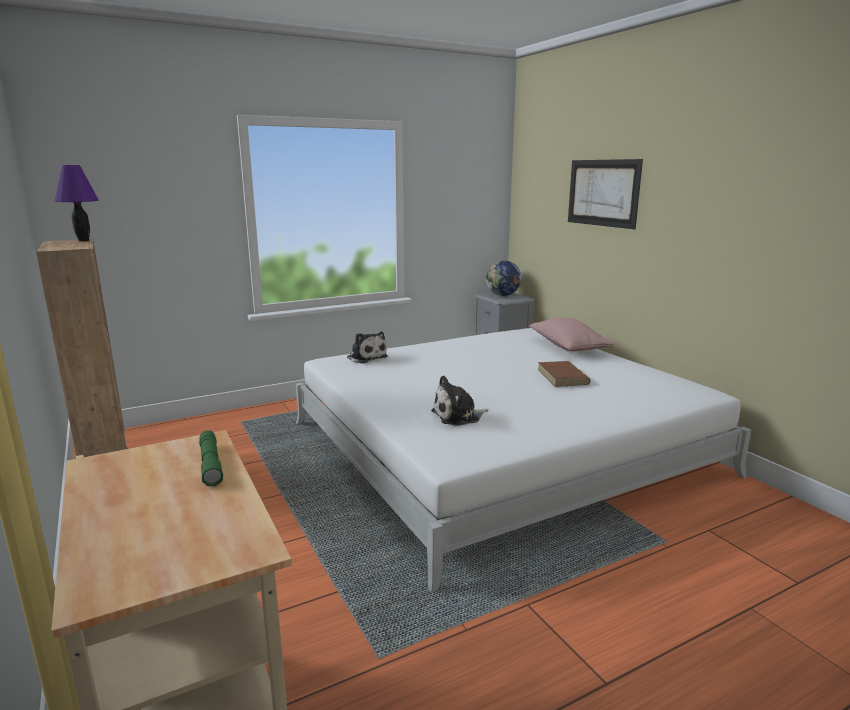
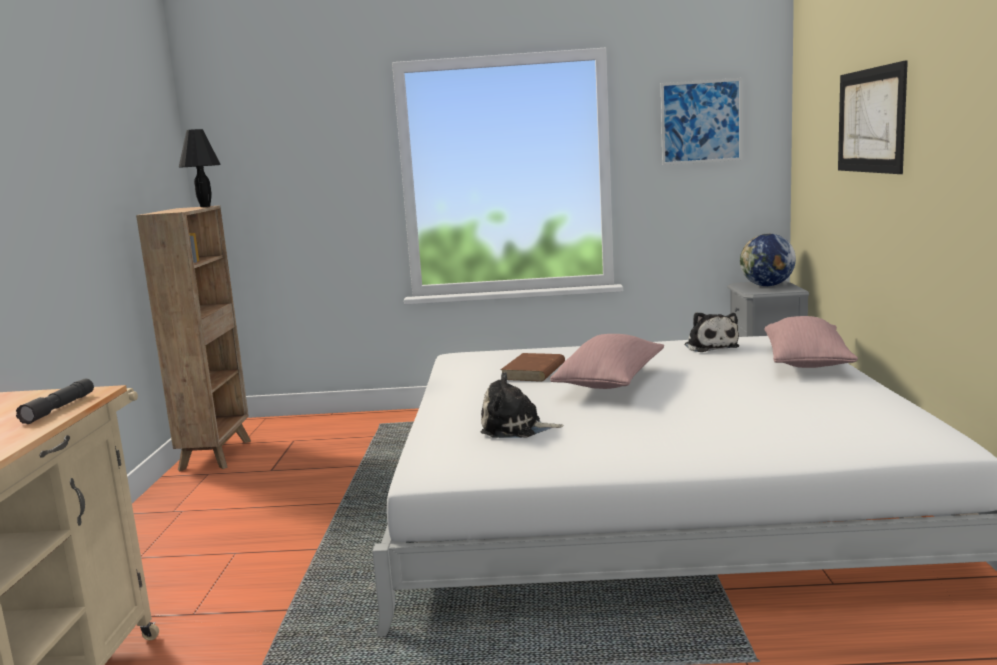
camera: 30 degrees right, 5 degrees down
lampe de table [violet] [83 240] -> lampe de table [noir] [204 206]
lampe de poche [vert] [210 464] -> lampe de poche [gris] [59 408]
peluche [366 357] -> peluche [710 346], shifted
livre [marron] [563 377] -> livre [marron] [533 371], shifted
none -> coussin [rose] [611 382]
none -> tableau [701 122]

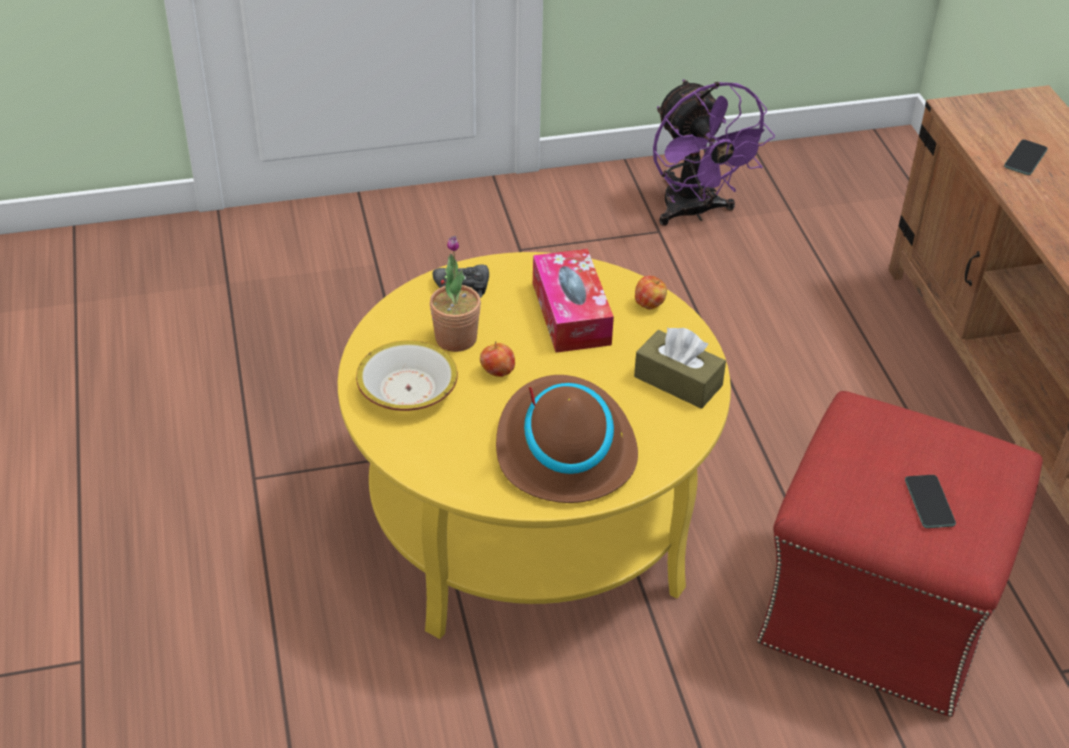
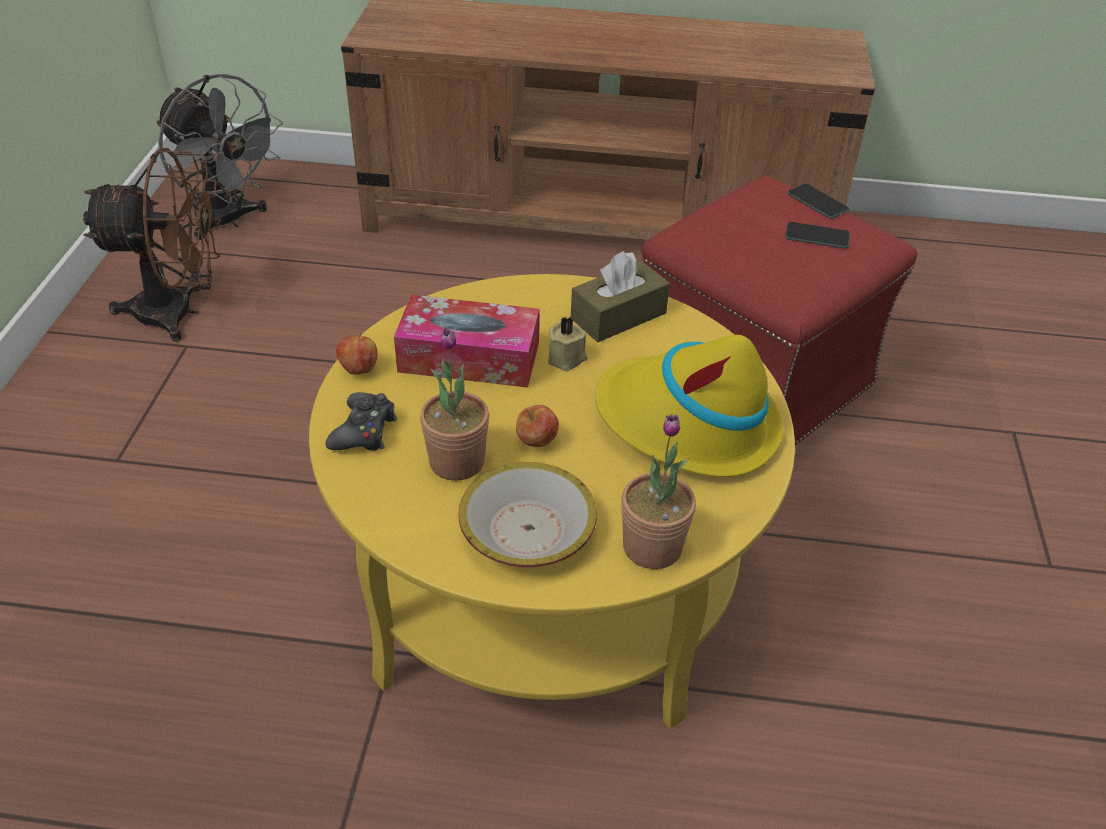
camera: 70 degrees left, 0 degrees up
chapeau [marron] [564 449] -> chapeau [jaune] [687 424]
pomme [649 304] -> pomme [359 369], shifted
ventilateur [violet] [694 212] -> ventilateur [marron] [180 313]
téléphone [1025 158] -> téléphone [817 202], shifted
none -> ventilateur [gris] [228 221]
none -> bougie [beige] [567 359]
none -> plante en pot [652 547]

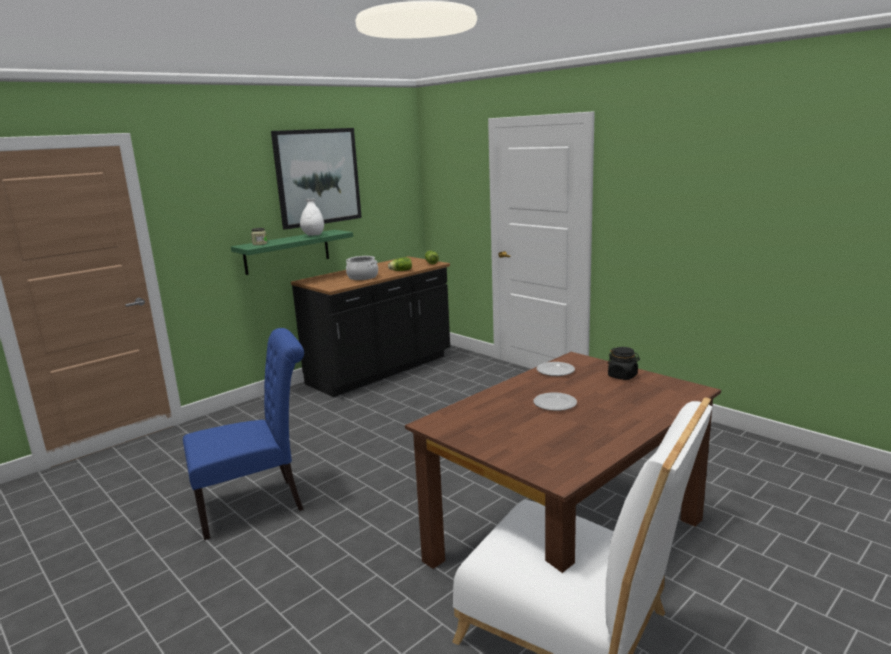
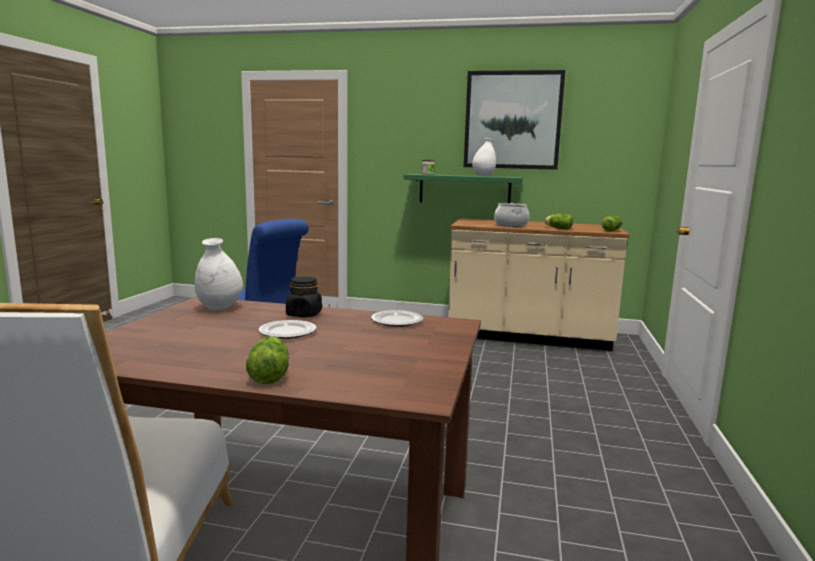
camera: 55 degrees right, 5 degrees down
comptoir de cuisine [noir] [381 371] -> comptoir de cuisine [beige] [528 337]
bocal [noir] [622 376] -> bocal [noir] [304 314], shifted
none -> vase [blanc] [219 308]
none -> laitue [270 374]

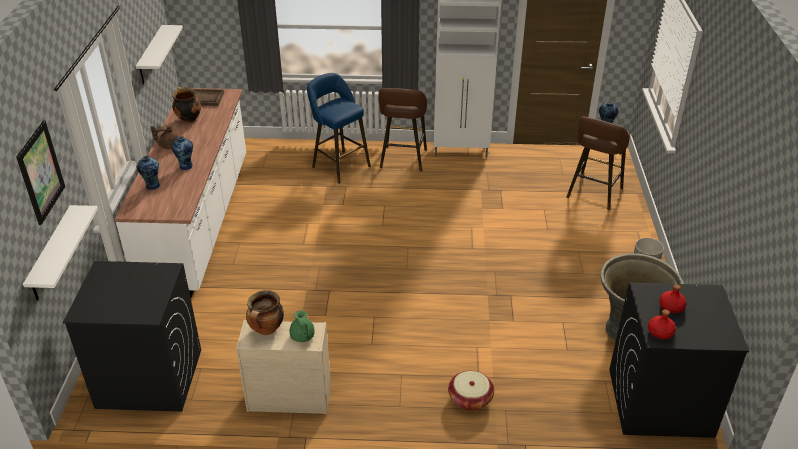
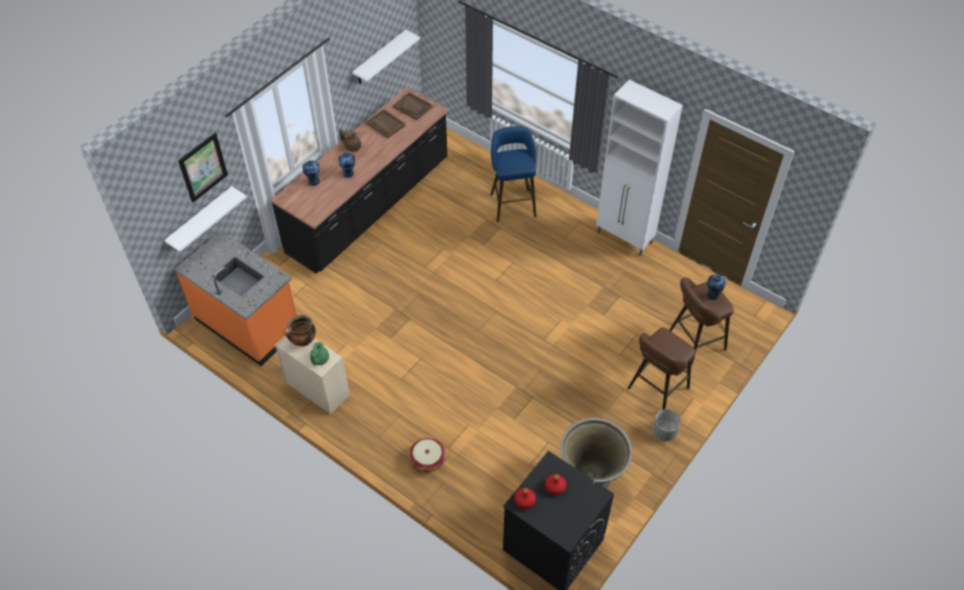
camera: 35 degrees right, 15 degrees up
lave-linge [noir] [149 378] -> comptoir de cuisine [orange] [248 323]
comptoir de cuisine [blanc] [199 221] -> comptoir de cuisine [noir] [369 207]
marmite [188 119] -> plateau [marron] [385 124]
tabouret [marron] [403 160] -> tabouret [marron] [656 390], shifted

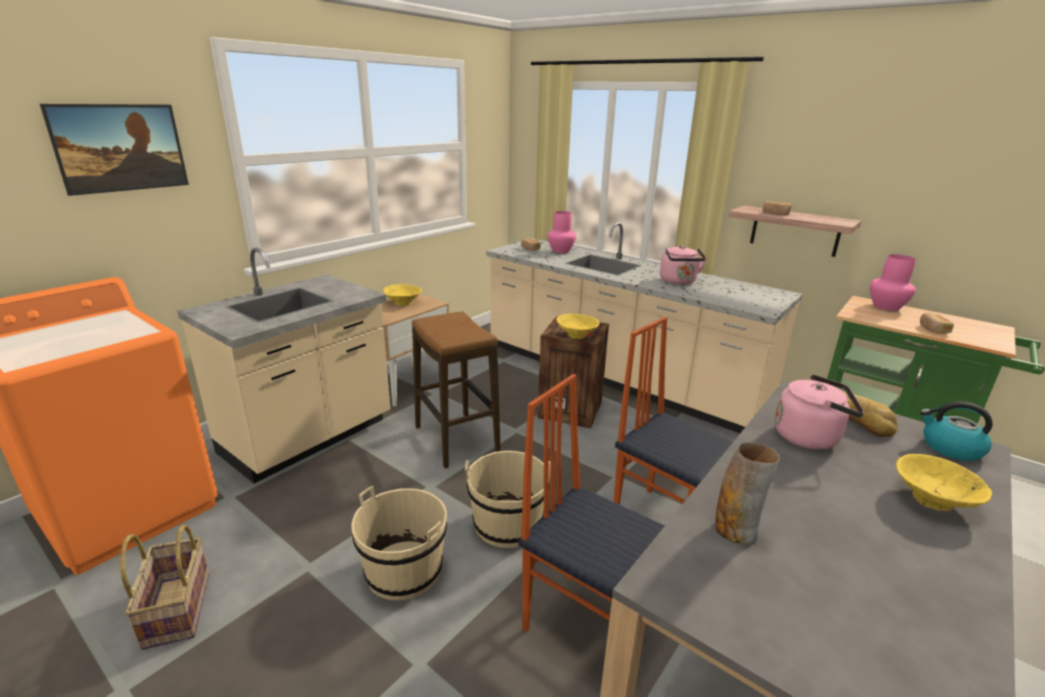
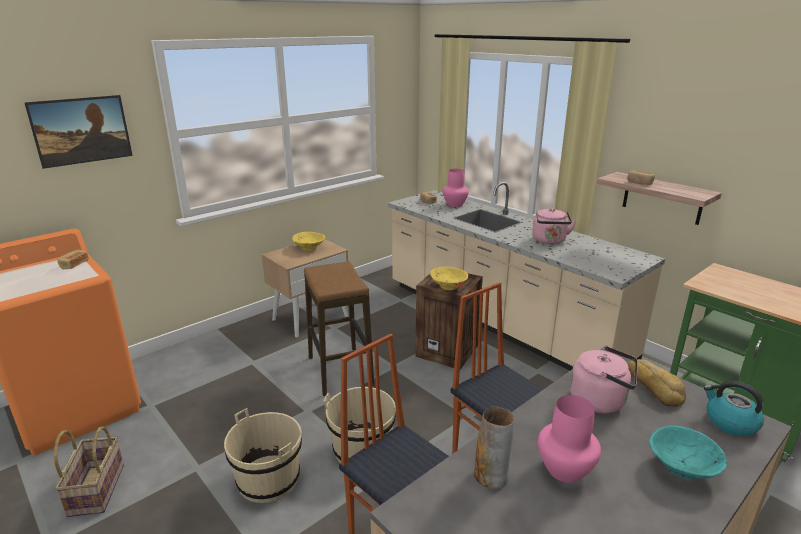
camera: 10 degrees right, 0 degrees up
comptoir de cuisine [beige] [308 438] -> none
vase [rose] [886 307] -> vase [rose] [566 469], shifted
bol [jaune] [933 500] -> bol [turquoise] [682 468]
pain [933 329] -> pain [74 265], shifted

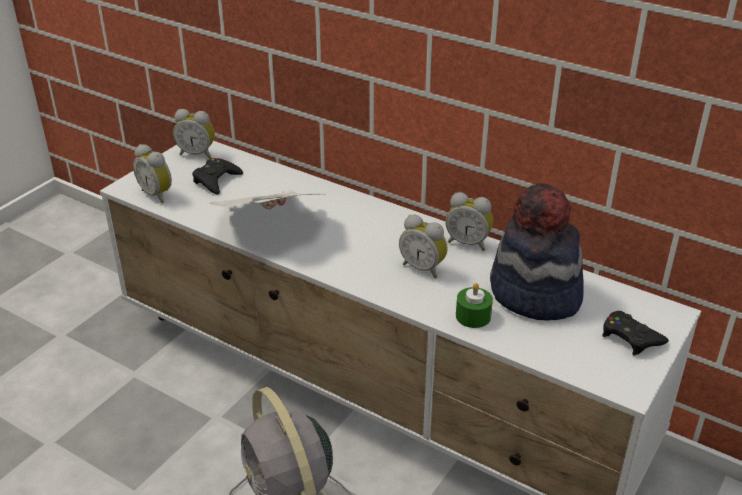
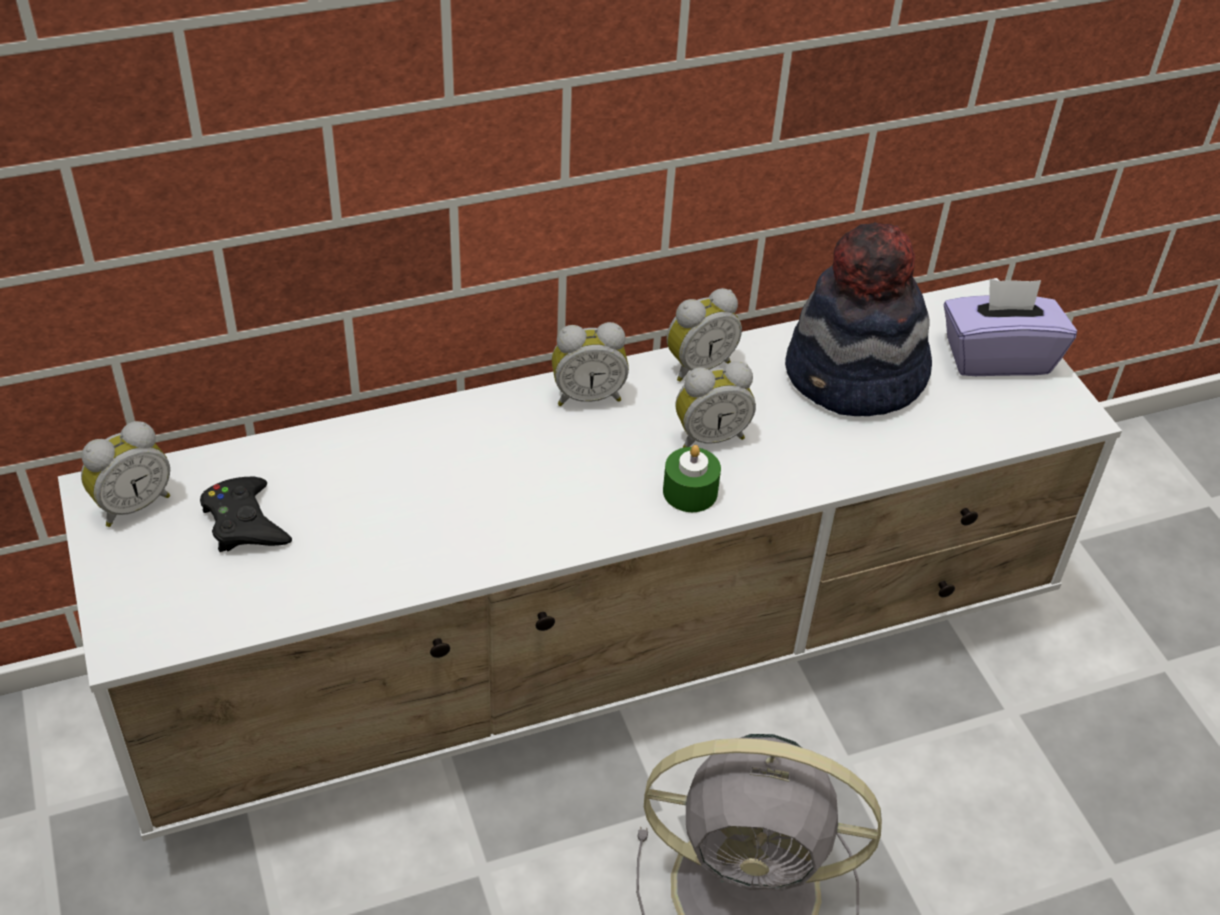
camera: 55 degrees left, 10 degrees up
réveil [158 194] -> réveil [587 395], shifted
journal [271 224] -> none
bougie [vert] [473 316] -> bougie [vert] [690 492], shifted
manette [noir] [630 337] -> boîte à mouchoirs [violet] [997 356]

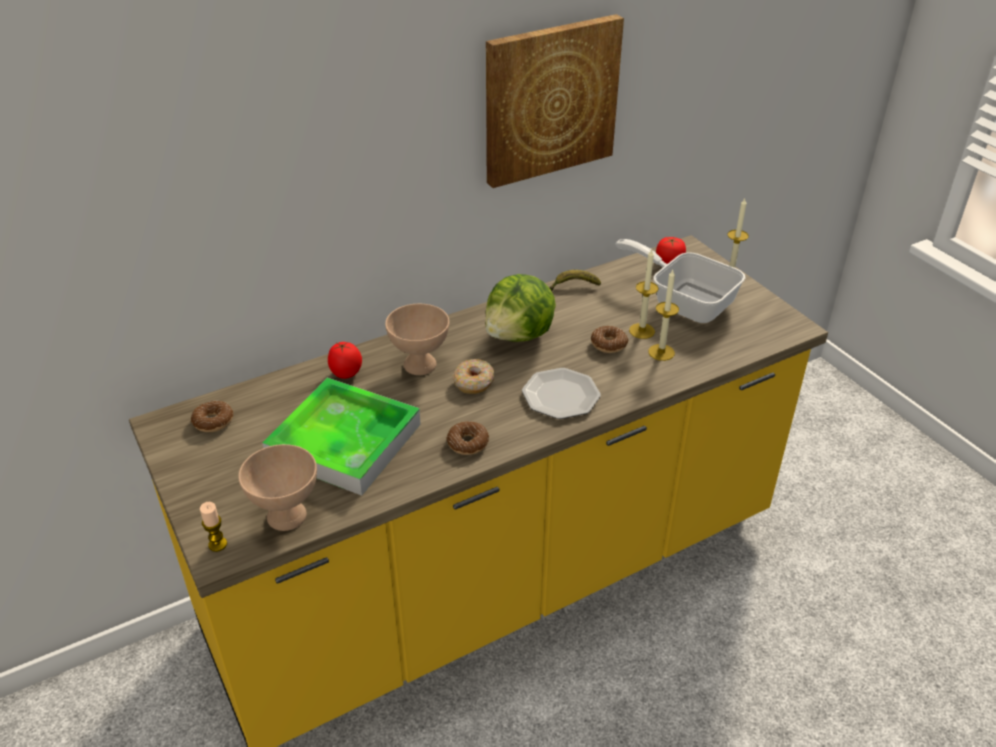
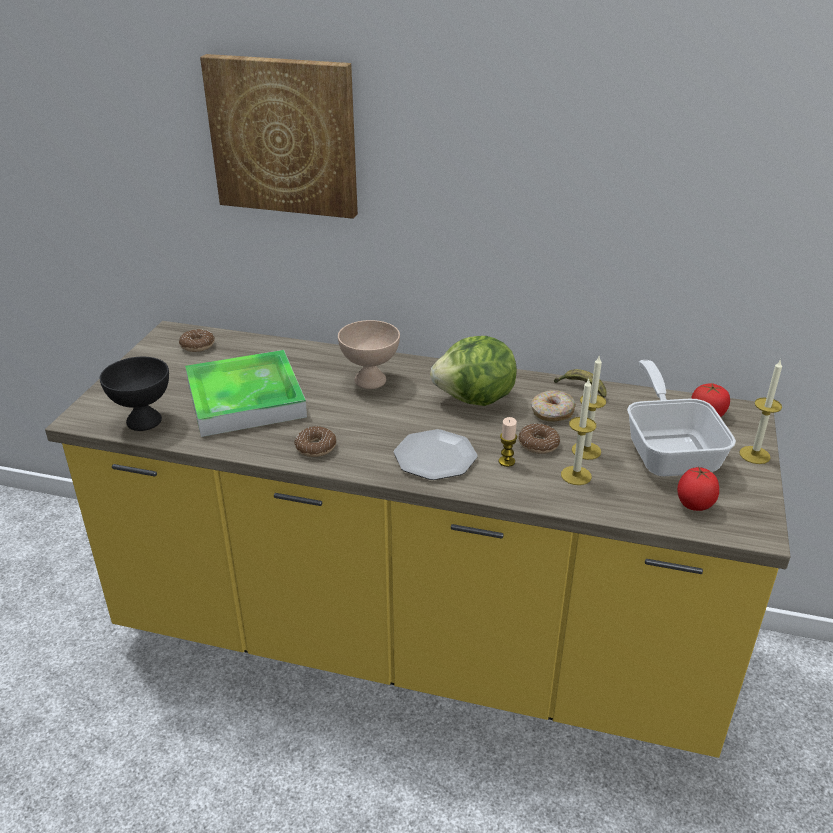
camera: 45 degrees right, 5 degrees down
bougie [217 544] -> bougie [506 461], shifted
bol [beige] [287 515] -> bol [noir] [145 421]
tomate [346 374] -> tomate [693 506], shifted
beignet [474 383] -> beignet [552 413], shifted
tableau [550 100] -> tableau [284 136], shifted

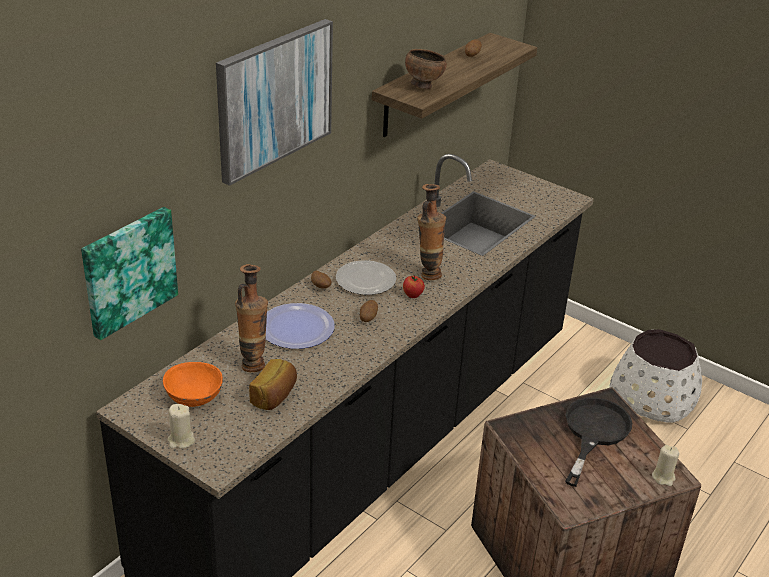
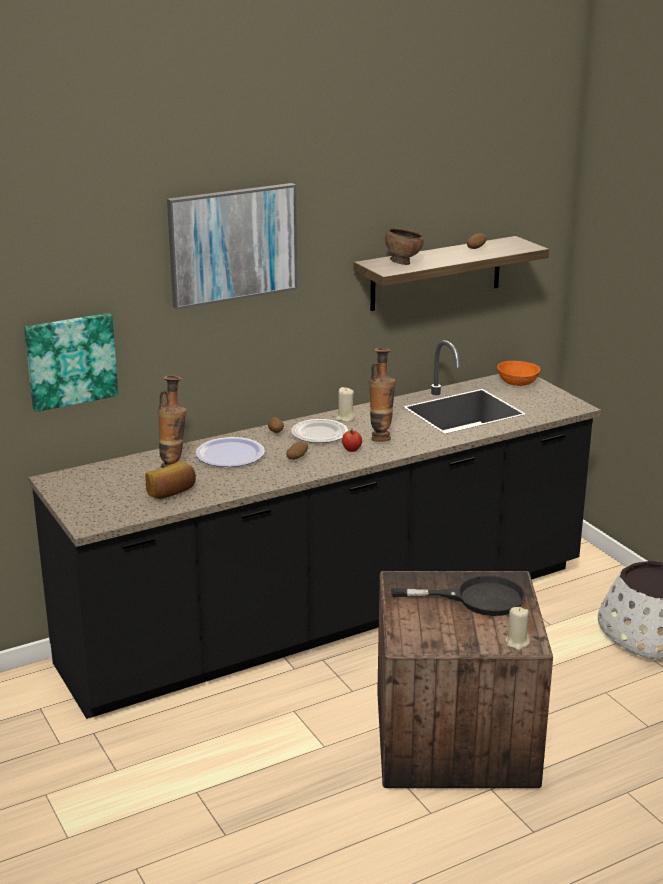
camera: 25 degrees right, 10 degrees down
bol [orange] [193 396] -> bol [orange] [517 383], shifted
bougie [beige] [181 440] -> bougie [beige] [345 418], shifted
poêle [noir] [593 433] -> poêle [noir] [477 598], 45 degrees clockwise

